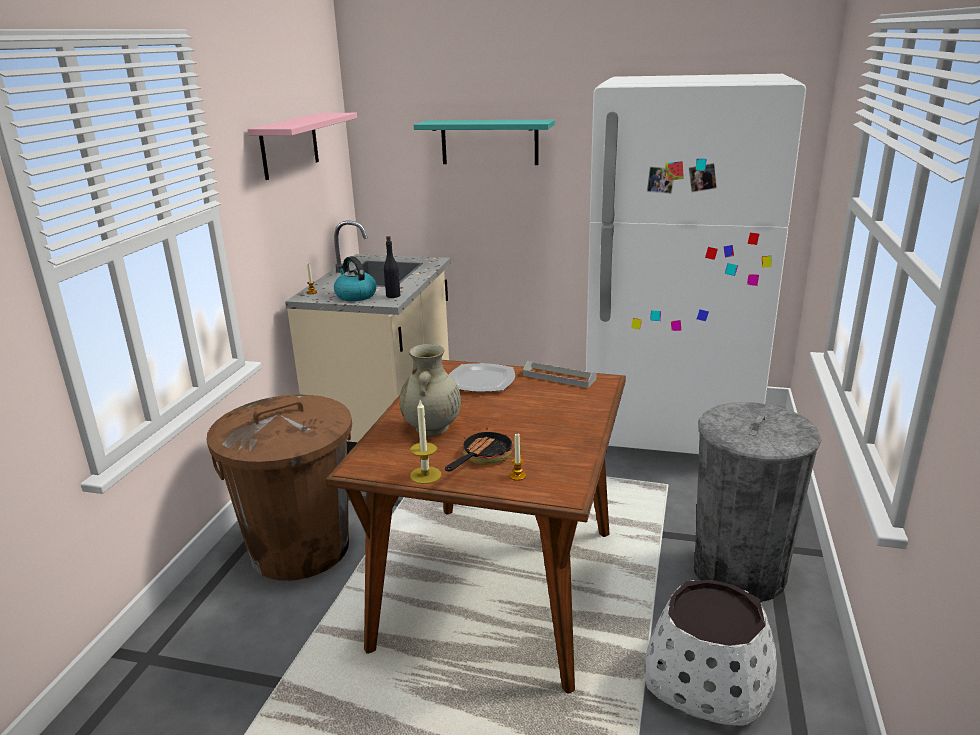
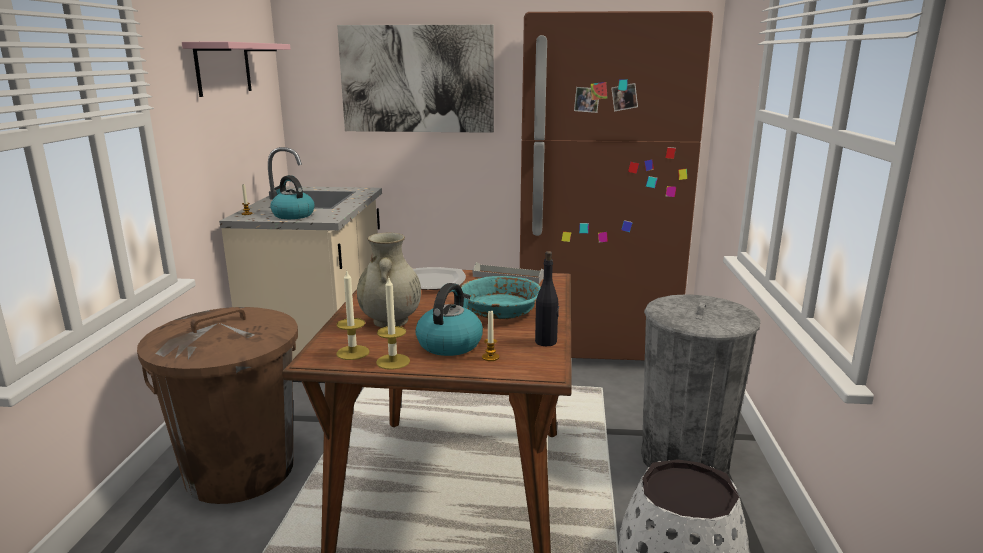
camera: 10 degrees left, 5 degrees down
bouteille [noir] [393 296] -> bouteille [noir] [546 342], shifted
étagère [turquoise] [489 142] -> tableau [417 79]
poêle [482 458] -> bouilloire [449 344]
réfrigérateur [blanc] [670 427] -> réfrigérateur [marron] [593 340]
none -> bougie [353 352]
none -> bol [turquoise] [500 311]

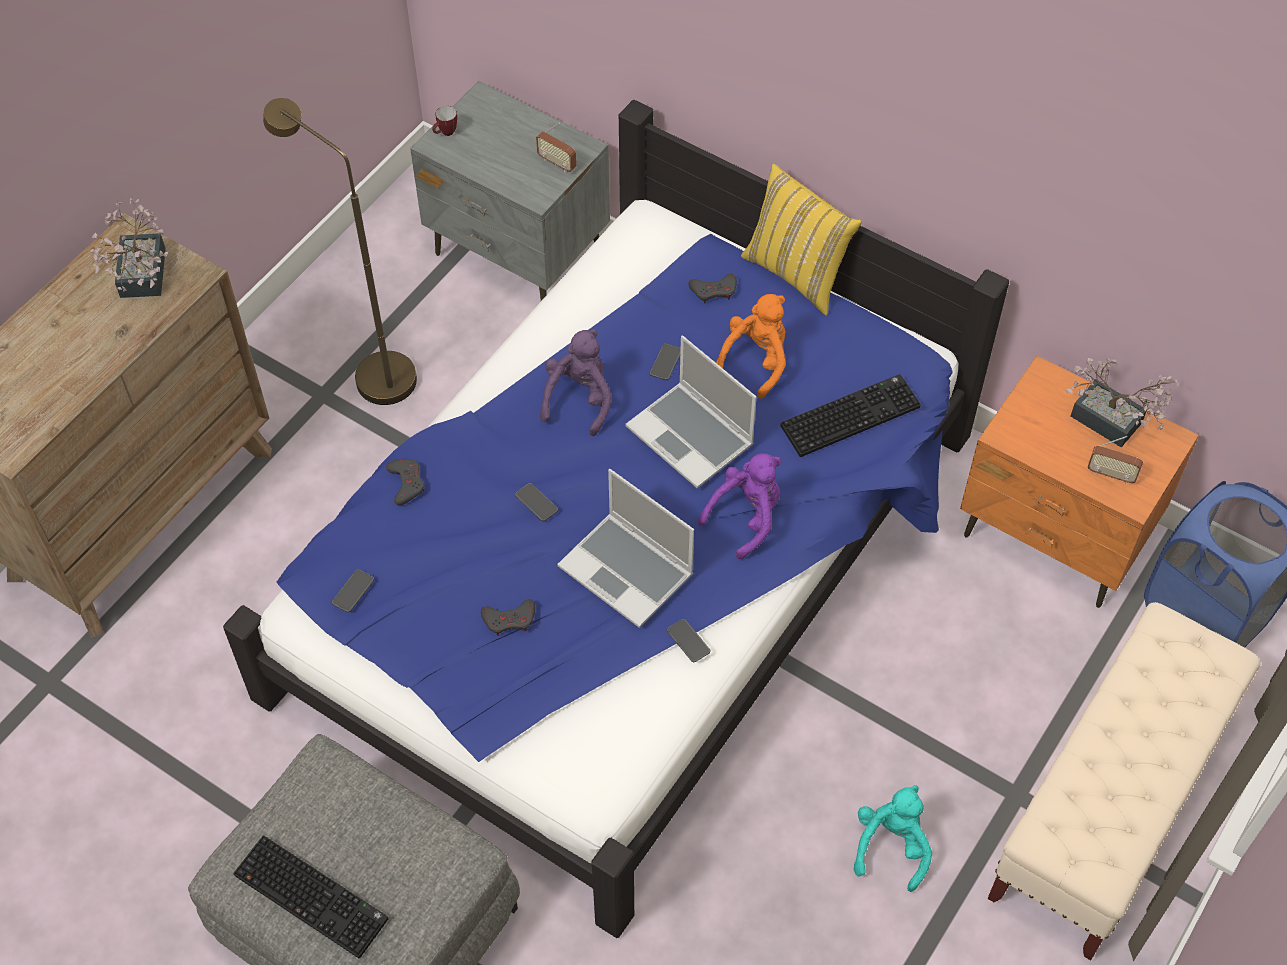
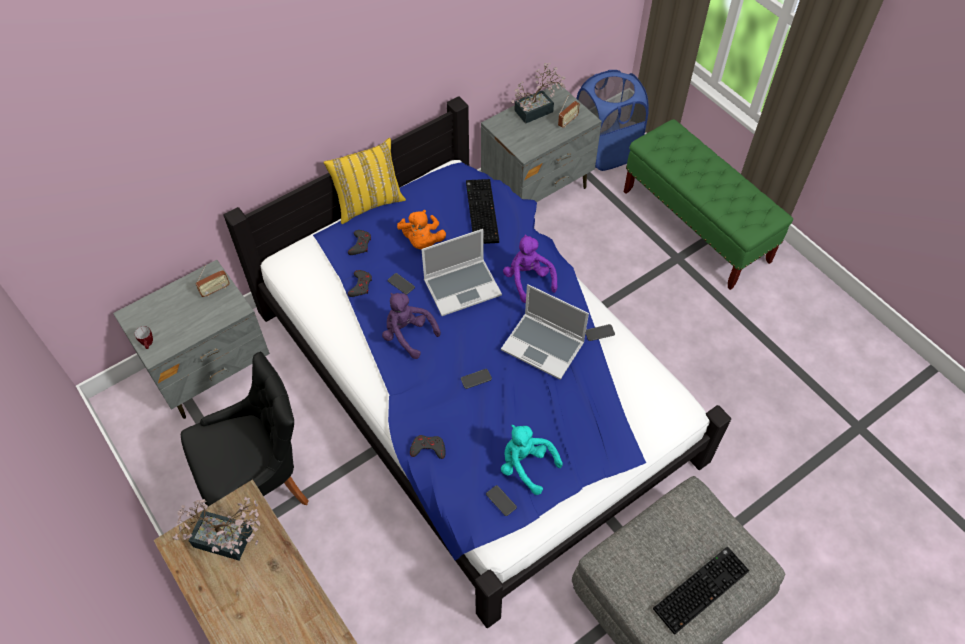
camera: 70 degrees left, 0 degrees up
lampadaire [marron] [372 373] -> chaise [noir] [261 484]
manette [gris] [509 619] -> manette [gris] [360 285], shifted
ordinateur portable [628 571] -> ordinateur portable [544 346], 60 degrees clockwise
peluche [orange] [756 361] -> peluche [orange] [422 241], 150 degrees counterclockwise
peluche [turquoise] [891 846] -> peluche [turquoise] [526 465], shifted
table de chevet [orange] [1055 535] -> table de chevet [gris] [537 188]
banc [beige] [1107 809] -> banc [vert] [695 226]

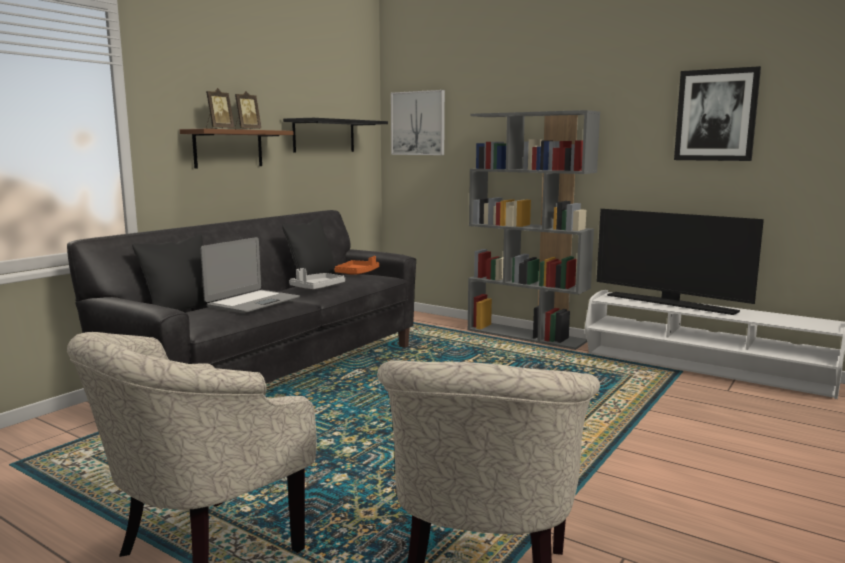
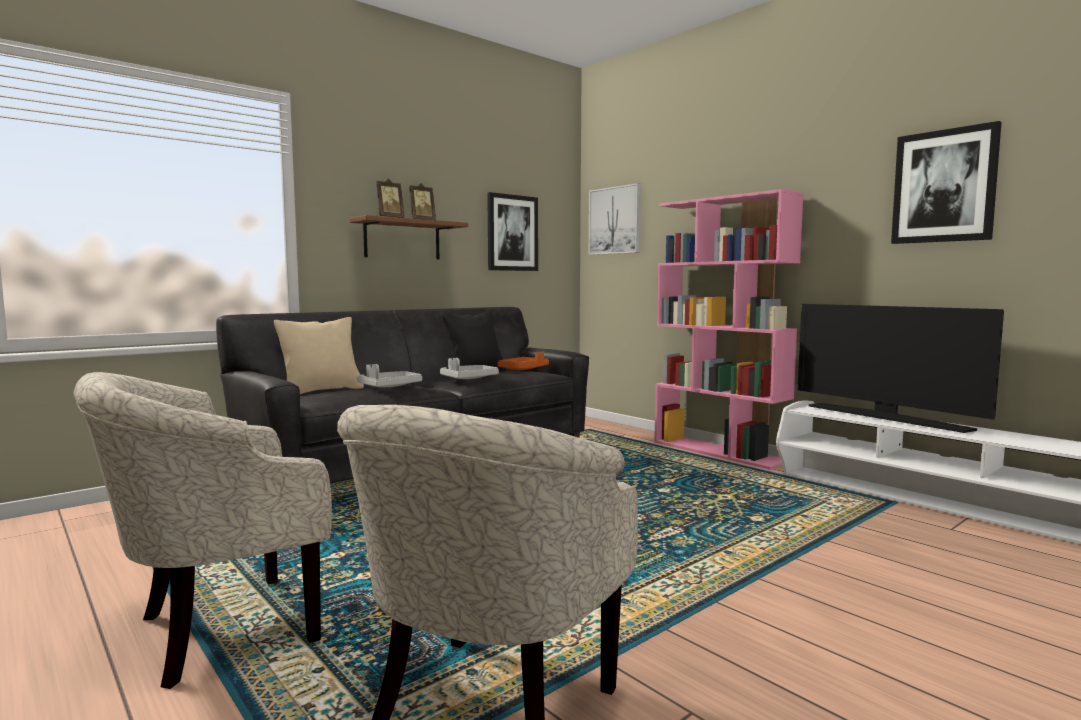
camera: 15 degrees right, 5 degrees down
coussin [noir] [182 310] -> coussin [beige] [322 391]
ordinateur portable [252 302] -> plateau [gris] [389 386]
étagère [noir] [324 136] -> tableau [512 233]
bibliothèque [gris] [527 335] -> bibliothèque [rose] [719 451]

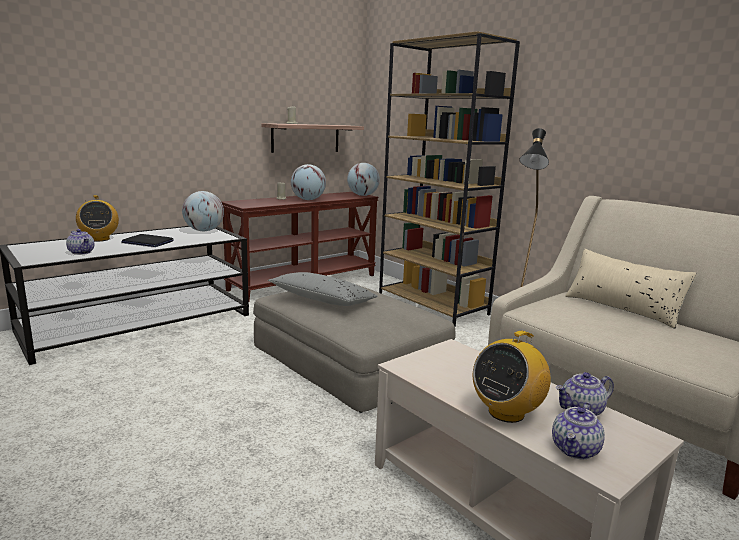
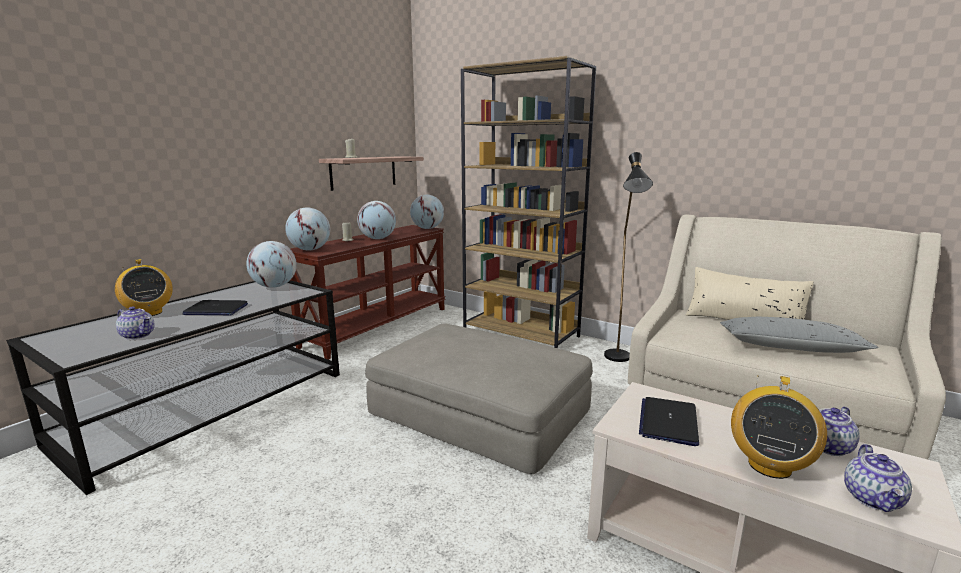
camera: 15 degrees left, 0 degrees up
coussin [gris] [322 300] -> coussin [gris] [789 347], shifted
none -> globe [310 250]
none -> ordinateur portable [668 422]

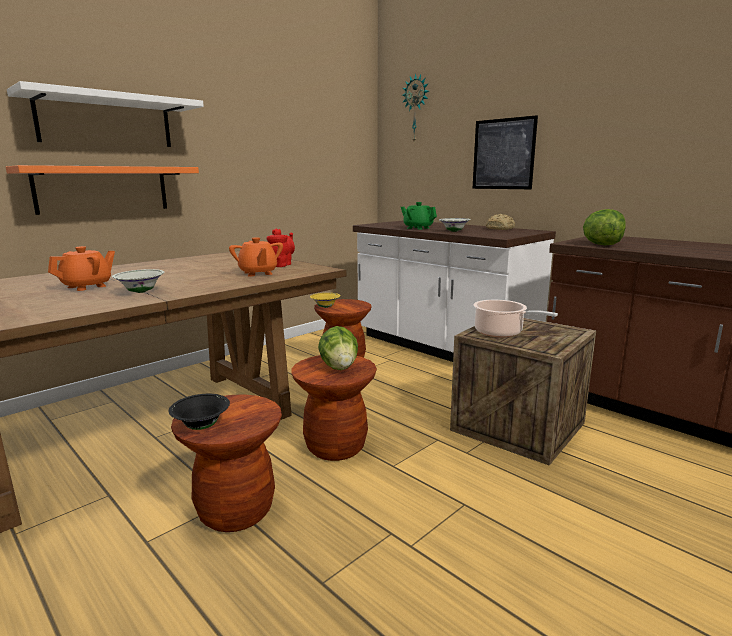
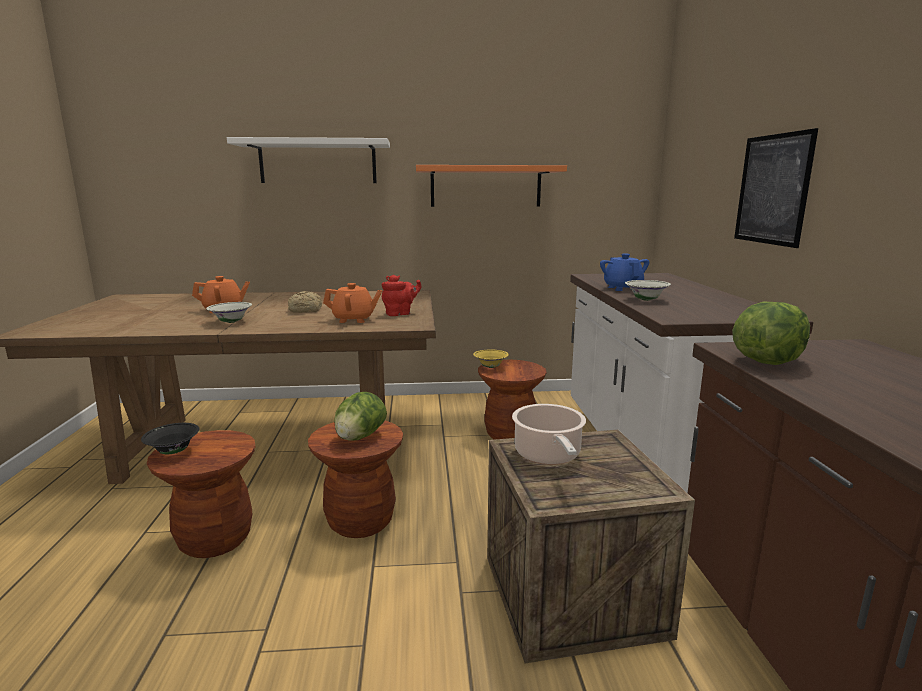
camera: 40 degrees right, 0 degrees up
étagère [orange] [103 189] -> étagère [orange] [486 186], shifted
théière [orange] [258 273] -> théière [orange] [354 319], 105 degrees counterclockwise
théière [vert] [418 228] -> théière [bleu] [622 288]
horloge murale [416 109] -> none
pain [500 229] -> pain [306 310], shifted

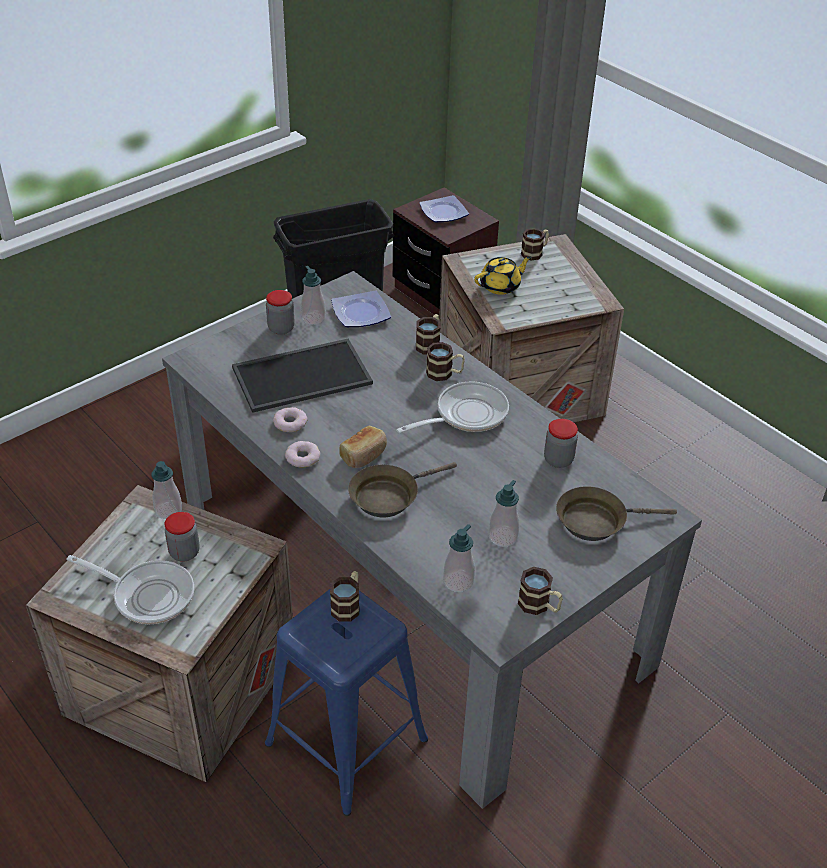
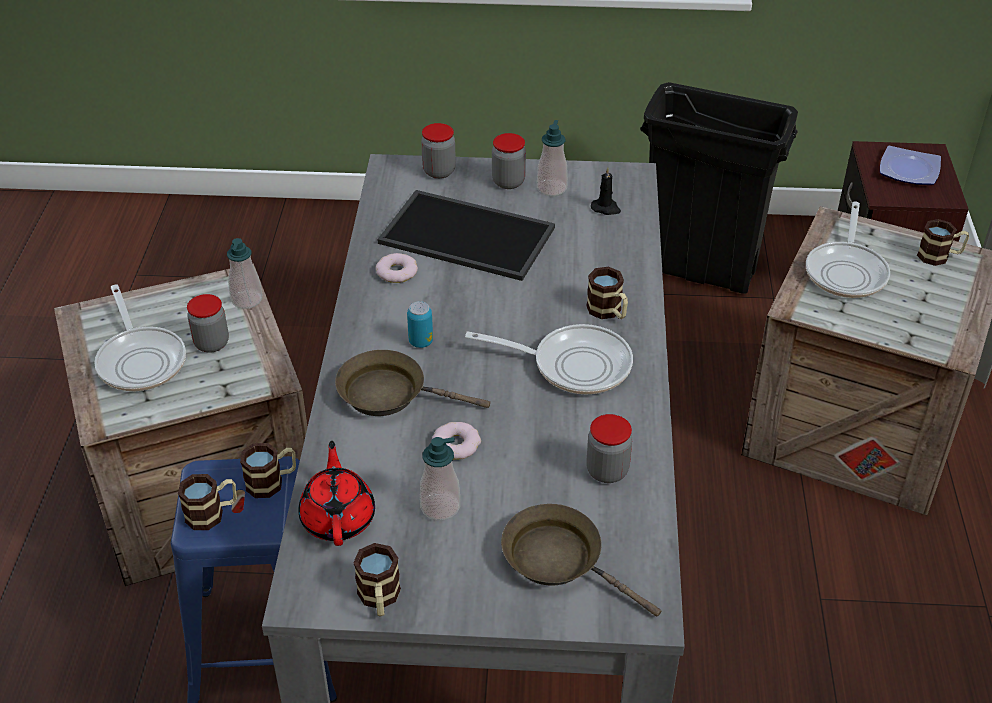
camera: 45 degrees right, 0 degrees up
beignet [302 457] -> beignet [456 444], shifted
assiette [362 313] -> bougie [noir] [606 208]
pain [364 455] -> boîte métallique [421 342]
mug [429 343] -> mug [212 513], shifted
distributeur de savon [458 581] -> théière [rouge] [338 517]
théière [jaune] [501 286] -> poêle [846 271]
none -> bocal [439 171]

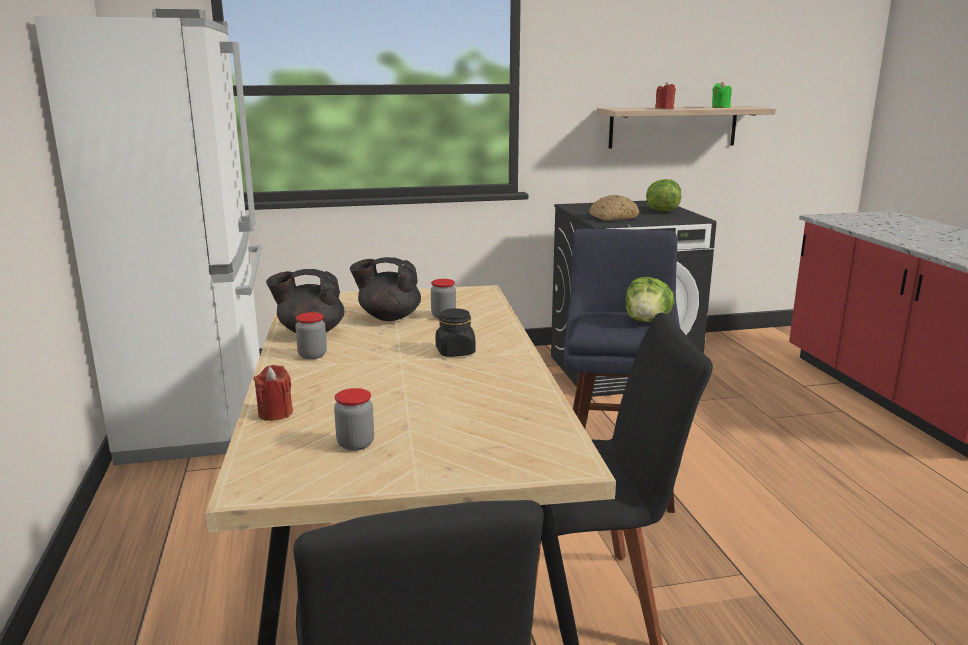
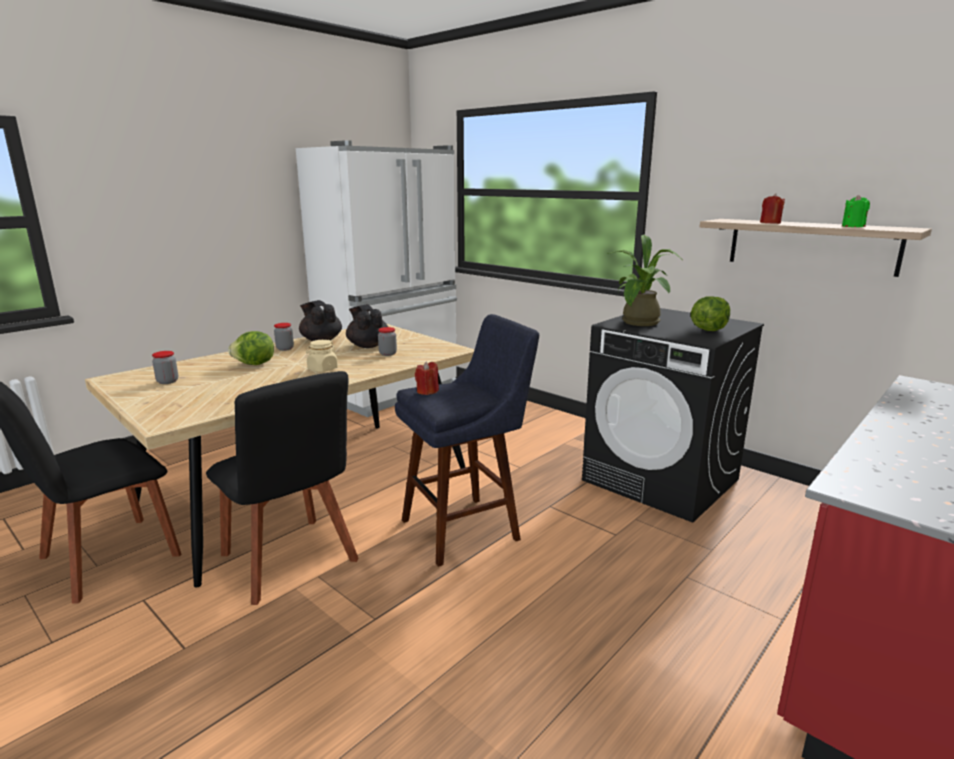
camera: 55 degrees right, 0 degrees up
bougie [rouge] [275 413] -> bougie [rouge] [427 391], shifted
bocal [noir] [455 352] -> bocal [beige] [322 369]
pain [613 217] -> plante en pot [639 323]
laitue [647 321] -> laitue [255 364], shifted

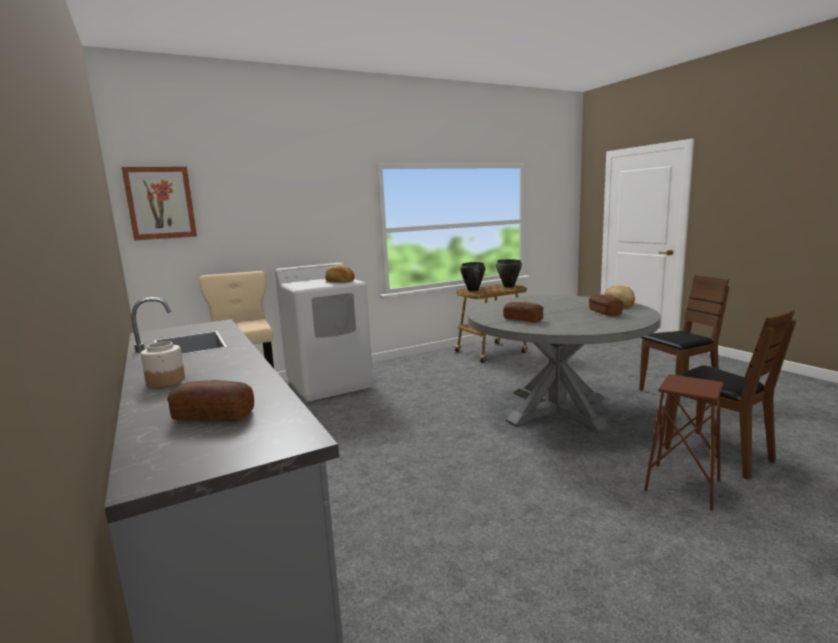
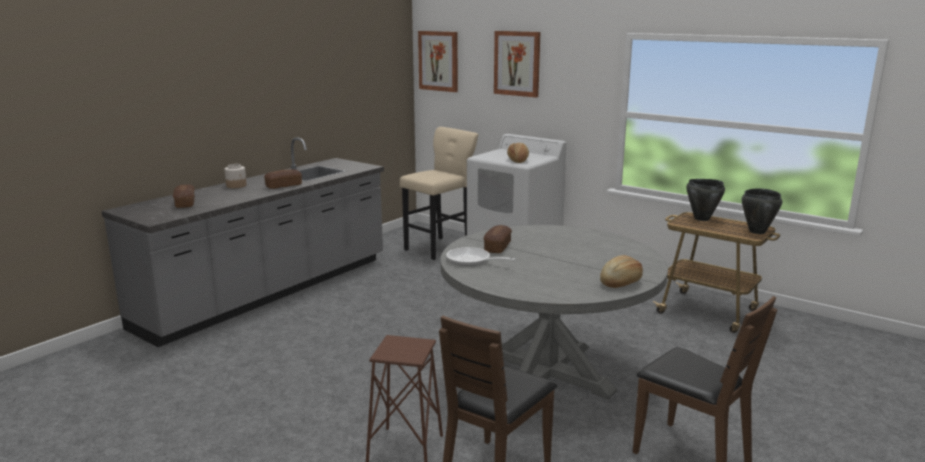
camera: 65 degrees right, 5 degrees up
pain [605 312] -> pain [283 186], shifted
none -> poêle [472 260]
none -> tableau [517 63]

